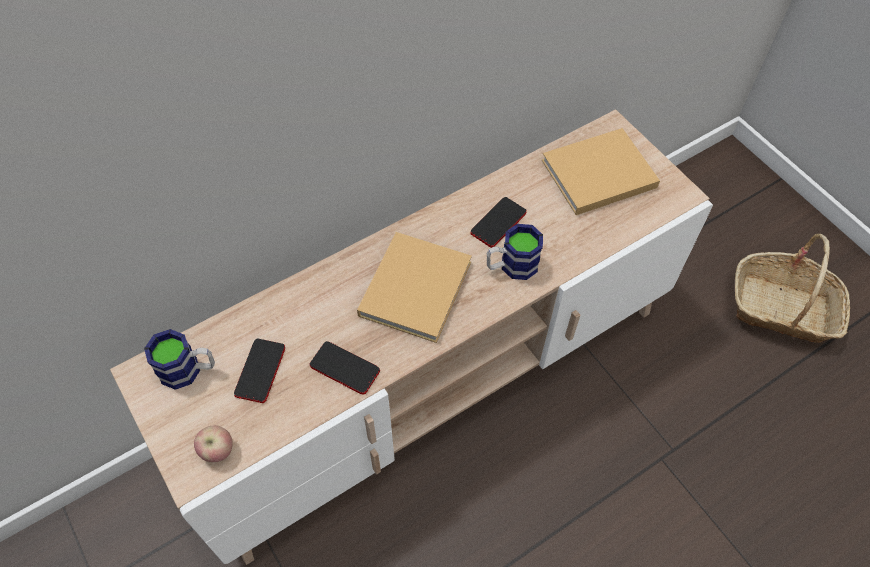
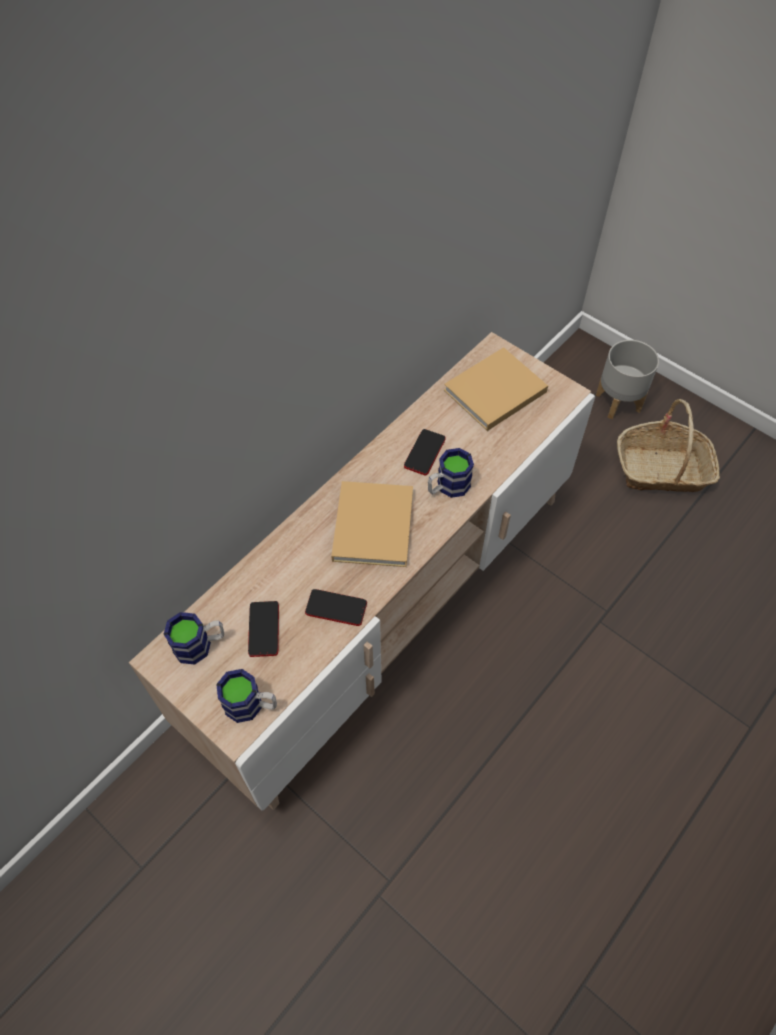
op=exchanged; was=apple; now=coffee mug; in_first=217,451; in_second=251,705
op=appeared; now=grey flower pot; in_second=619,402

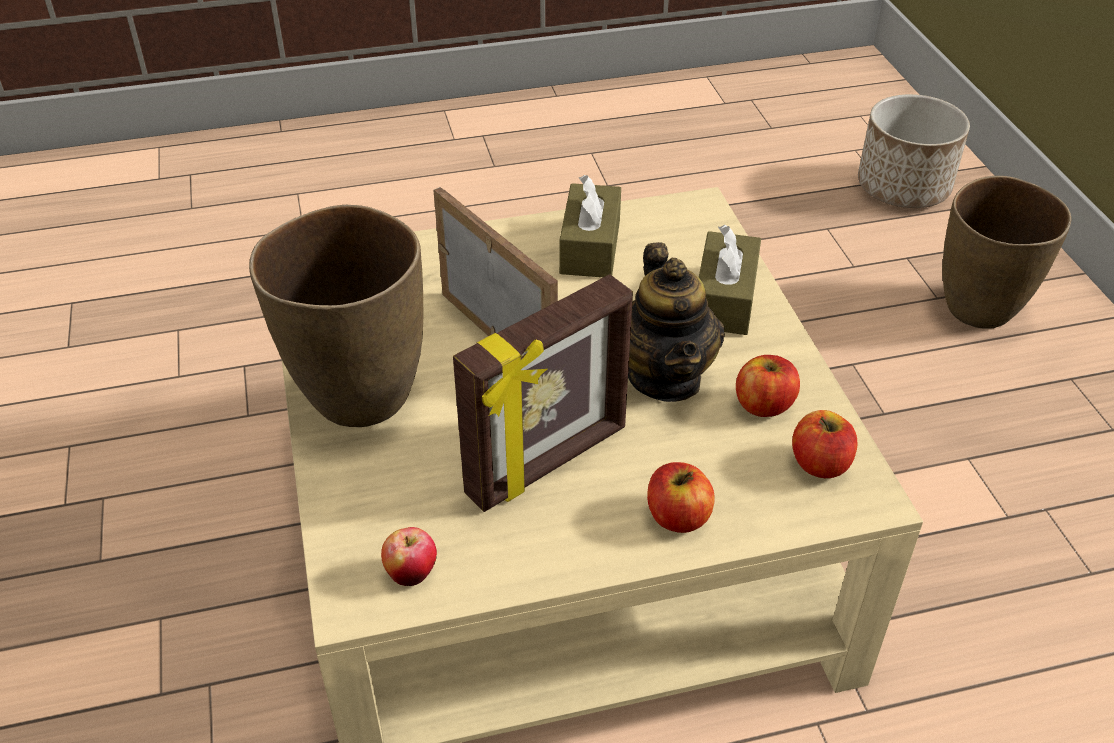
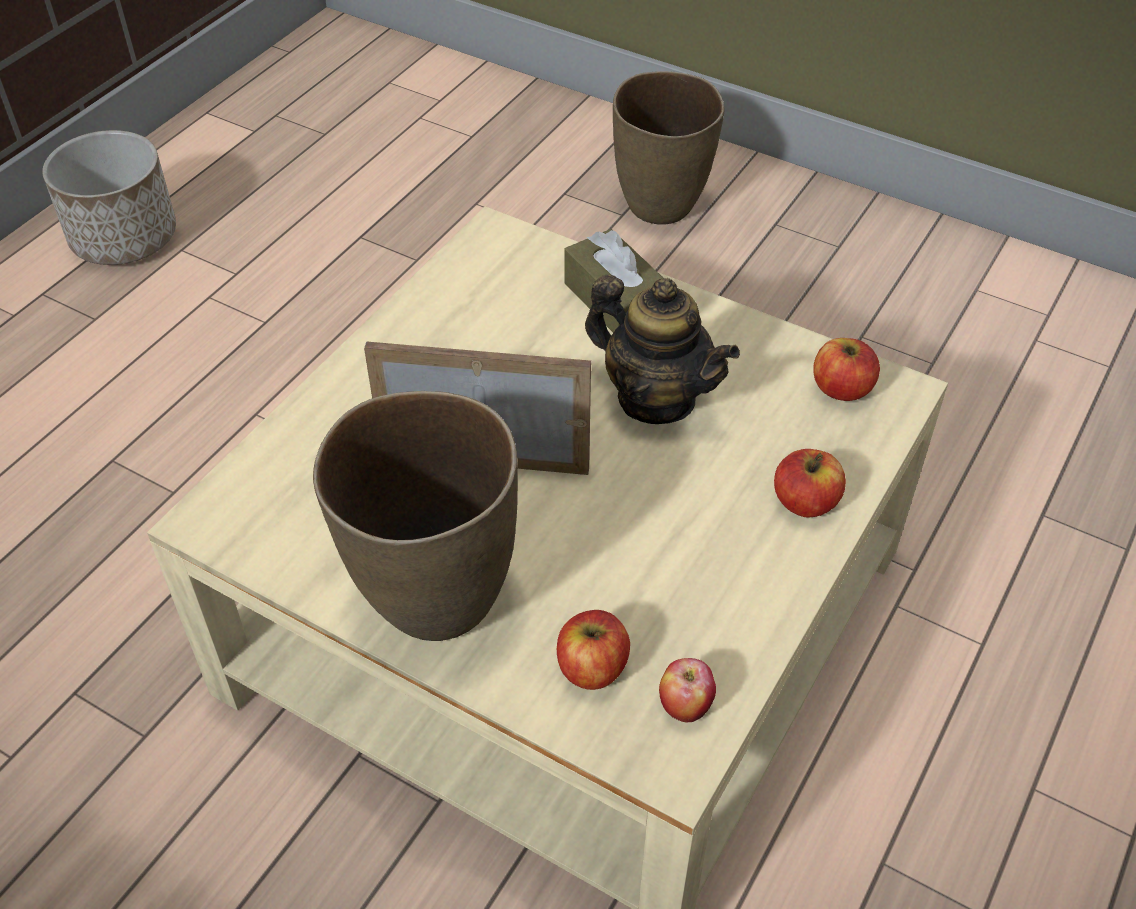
op=missing; was=photo frame; in_first=549,463
op=missing; was=brown-coloured tissue holder; in_first=590,247
op=relocated; was=apple; in_first=763,405; in_second=592,667
op=relocated; was=flower pot; in_first=902,187; in_second=123,237

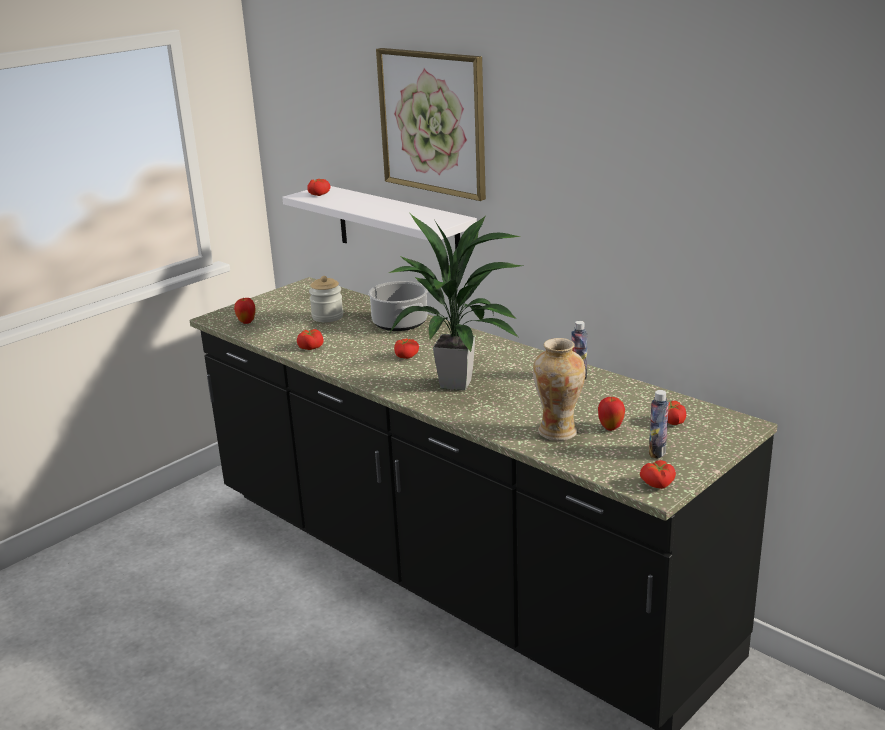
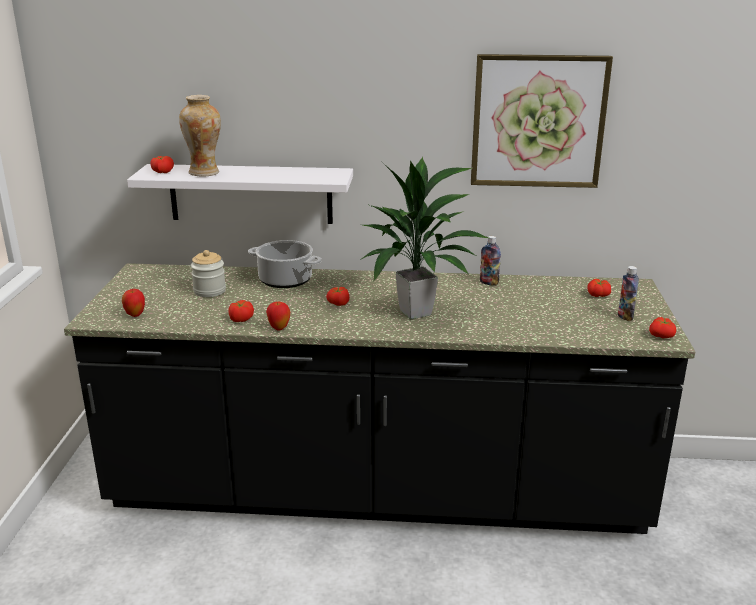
op=relocated; was=wall art; in_first=433,122; in_second=538,121
op=relocated; was=flower vase; in_first=558,432; in_second=204,173
op=relocated; was=apple; in_first=610,428; in_second=279,328

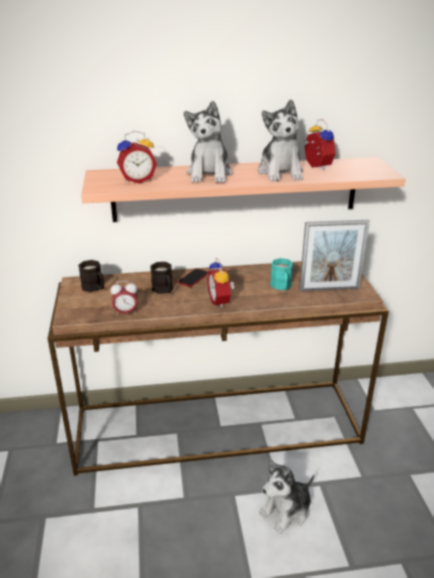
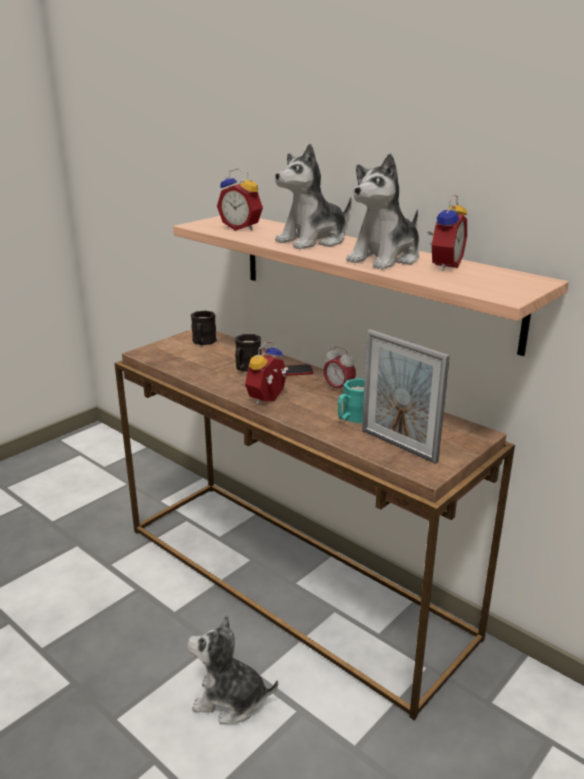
op=relocated; was=bedside clock; in_first=126,313; in_second=338,389

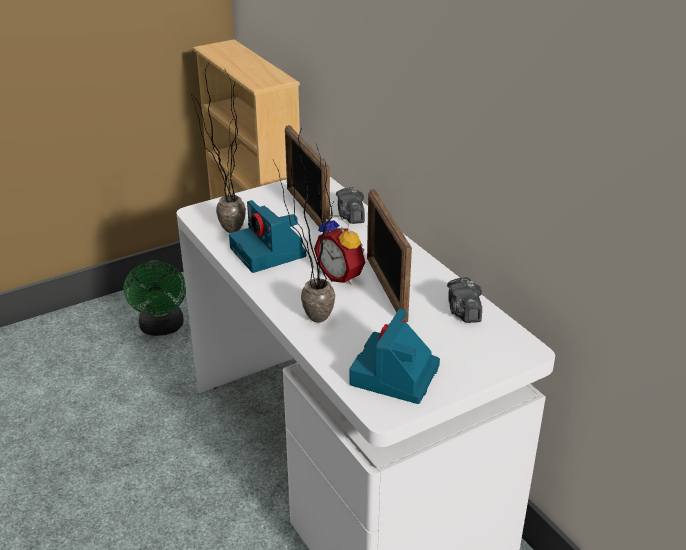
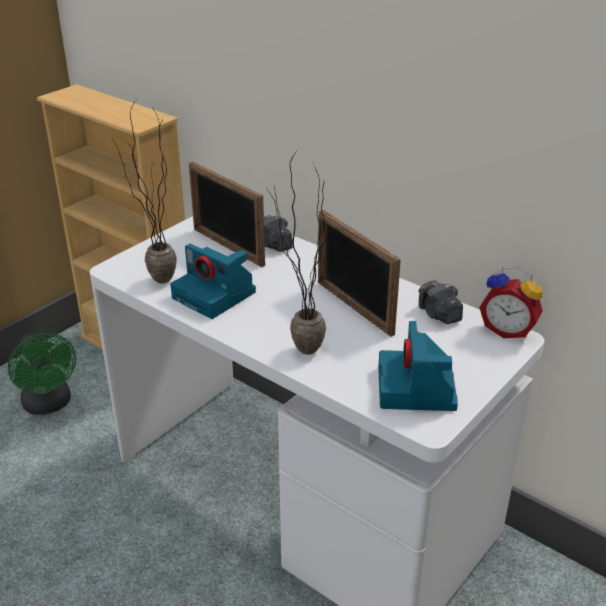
op=relocated; was=bedside clock; in_first=342,275; in_second=508,330

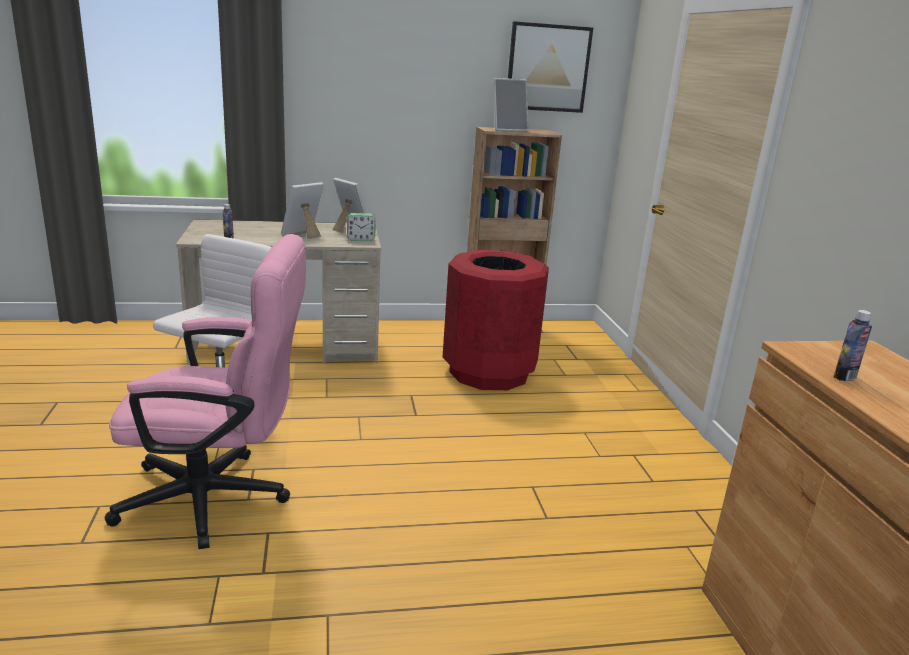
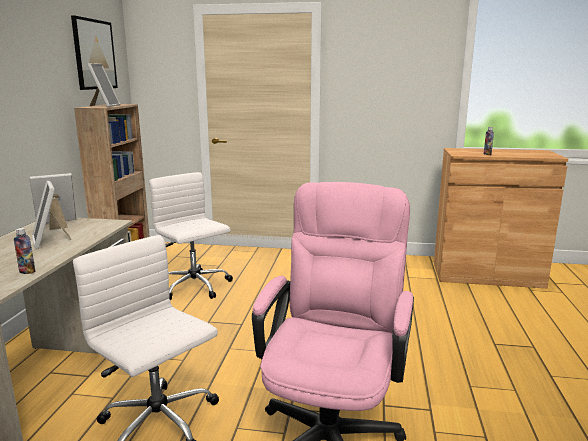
op=missing; was=bedside clock; in_first=360,239
op=exchanged; was=red rubbish bin; now=whitish computer chair; in_first=489,372; in_second=195,287

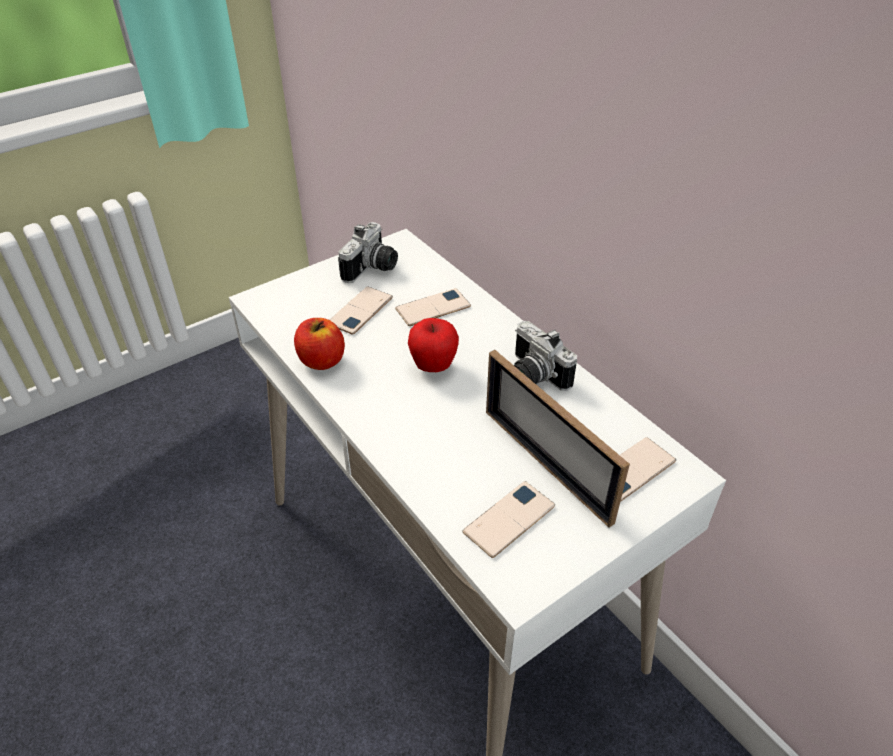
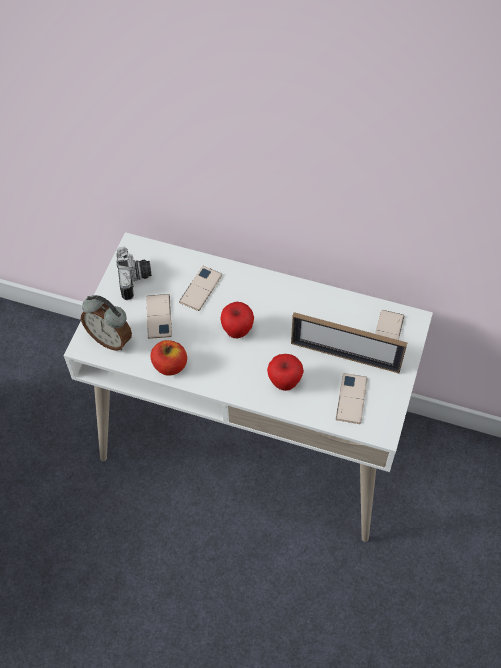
op=missing; was=still camera; in_first=532,376
op=appeared; now=bedside clock; in_second=111,339
op=appeared; now=apple; in_second=284,382

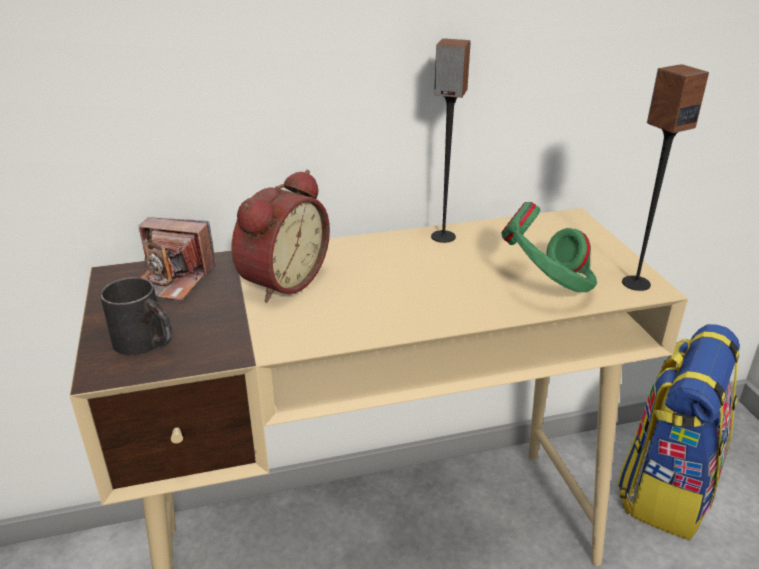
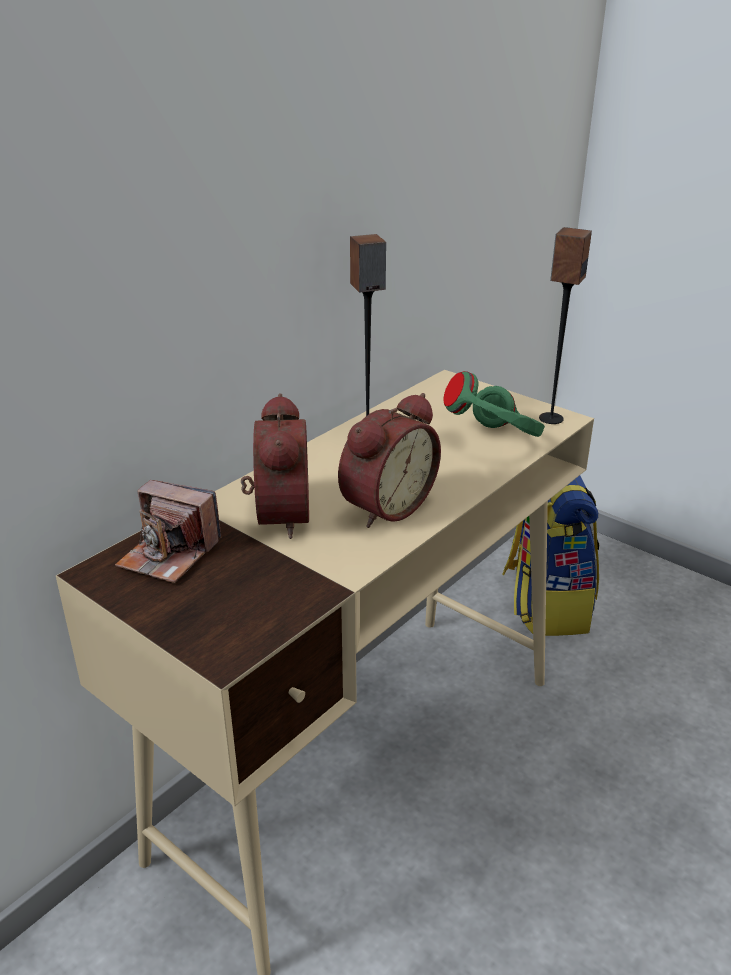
op=missing; was=black-coloured coffee mug; in_first=146,343
op=spun; was=still camera; in_first=172,280; in_second=169,554; clockwise=45
op=appeared; now=bedside clock; in_second=384,506

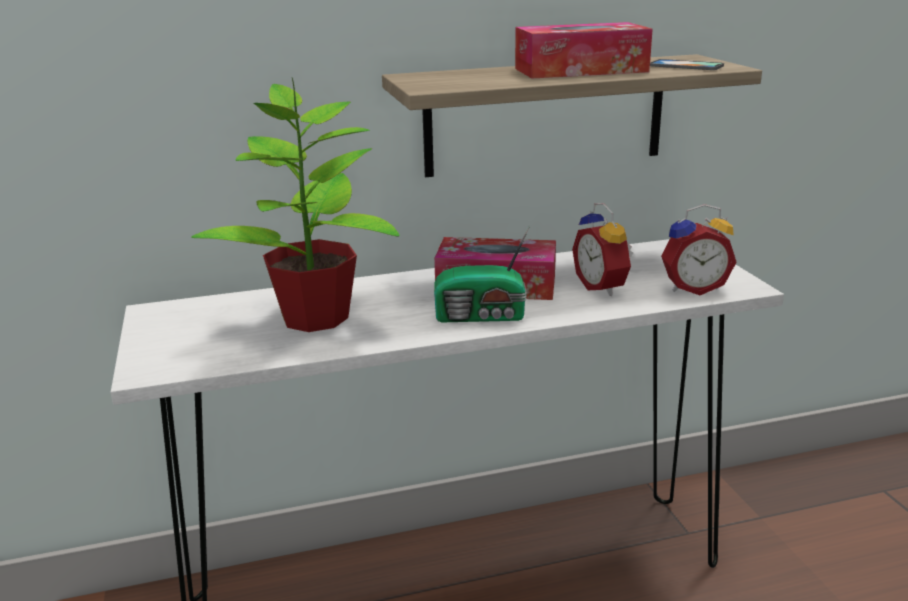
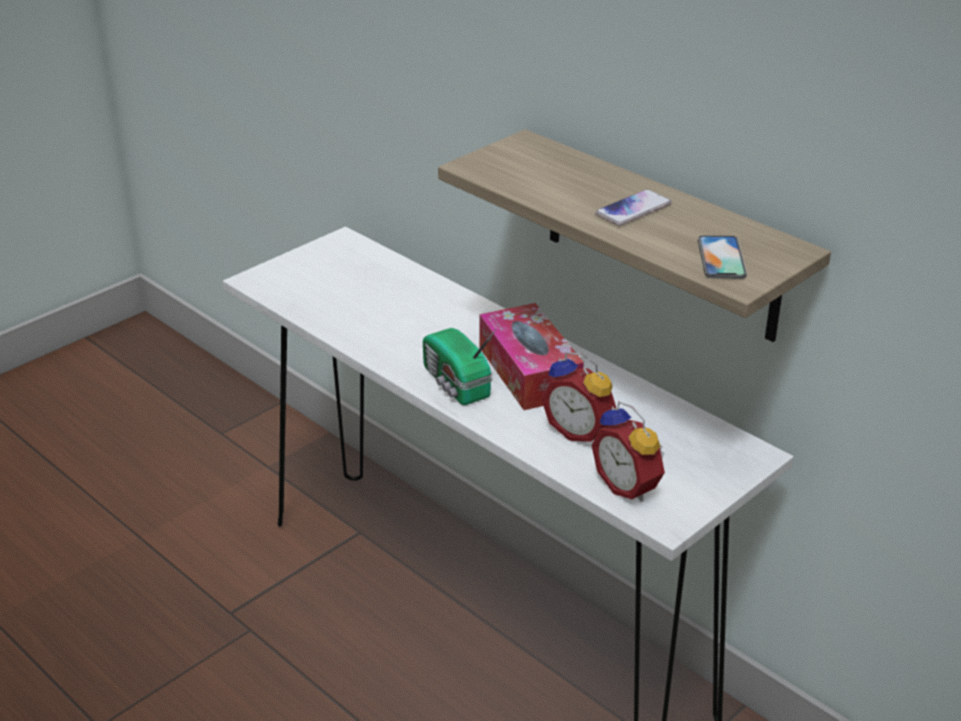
op=missing; was=houseplant; in_first=314,318
op=exchanged; was=tissue holder; now=phone; in_first=580,70; in_second=633,209
op=spun; was=bedside clock; in_first=603,287; in_second=580,431; clockwise=-90

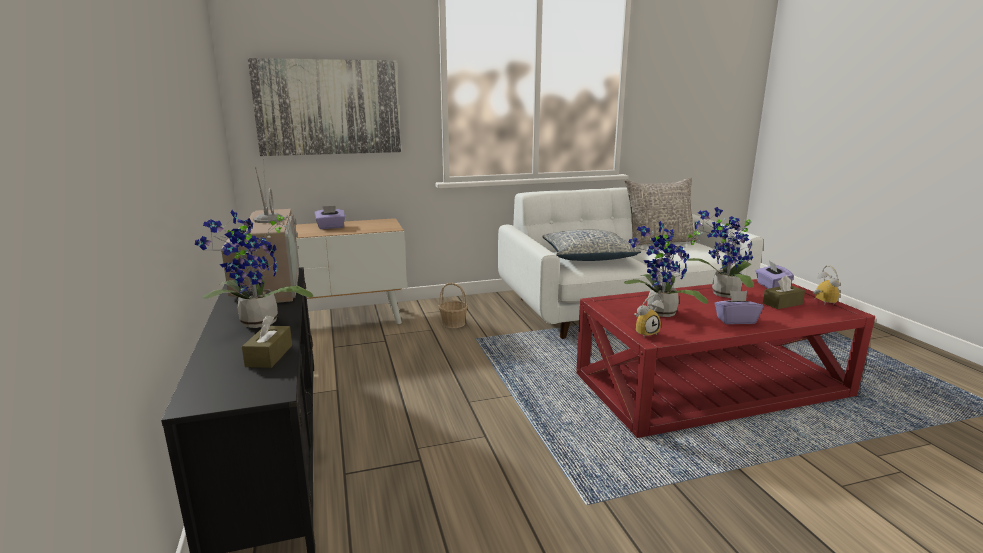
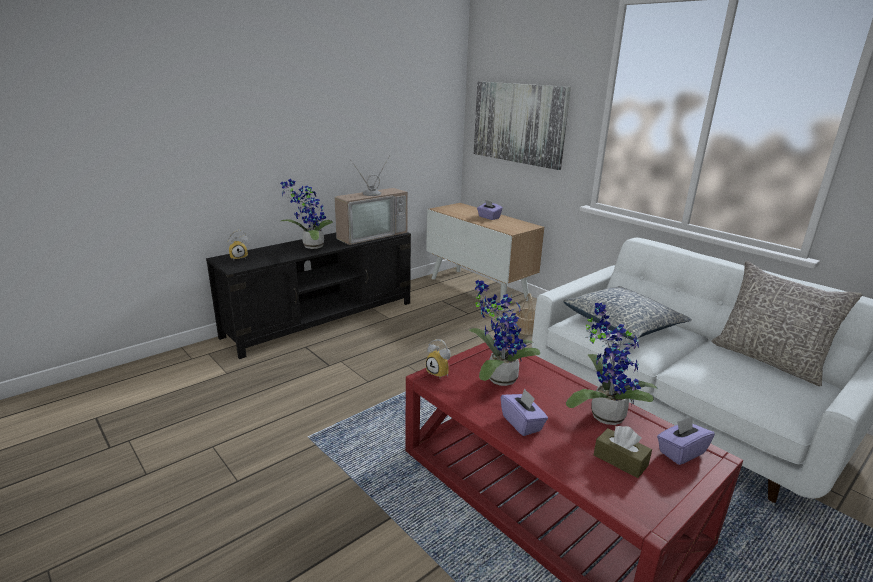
op=missing; was=brown-coloured tissue holder; in_first=269,356
op=relocated; was=bedside clock; in_first=820,302; in_second=239,257

